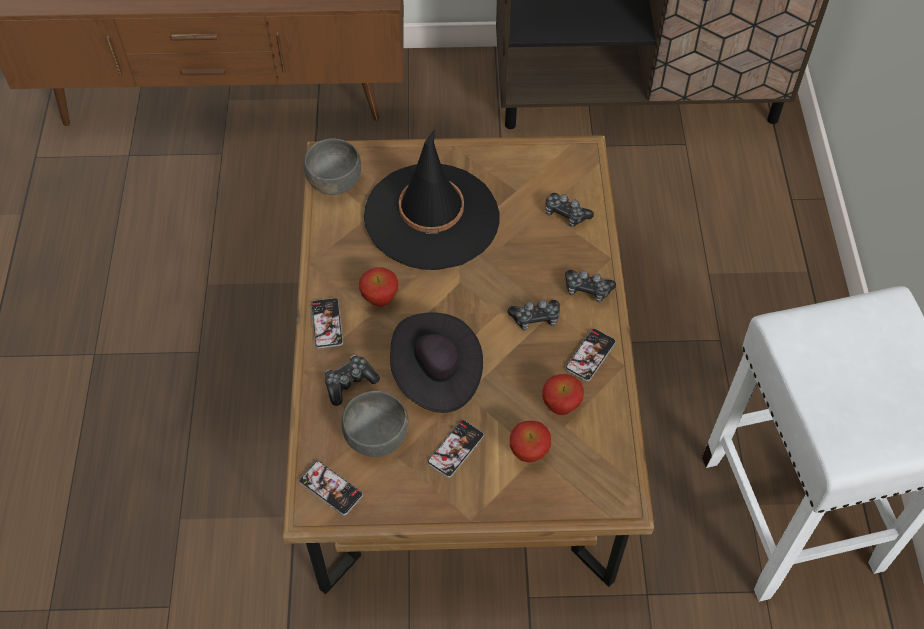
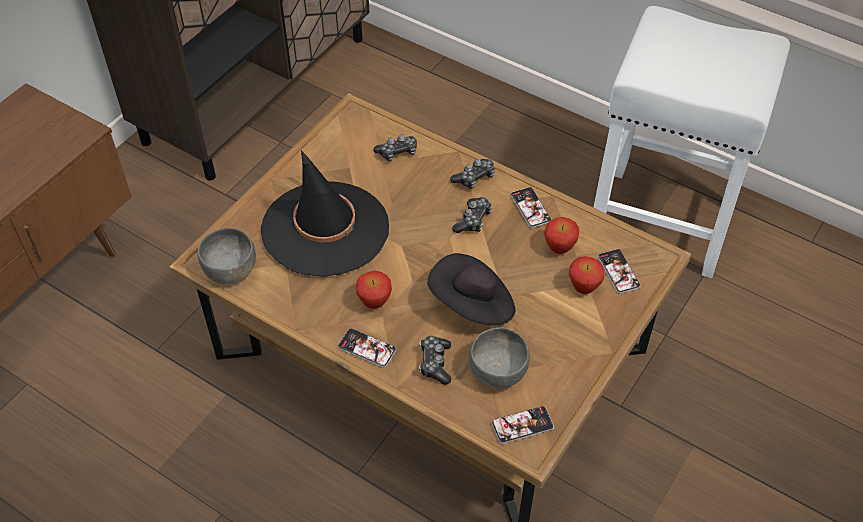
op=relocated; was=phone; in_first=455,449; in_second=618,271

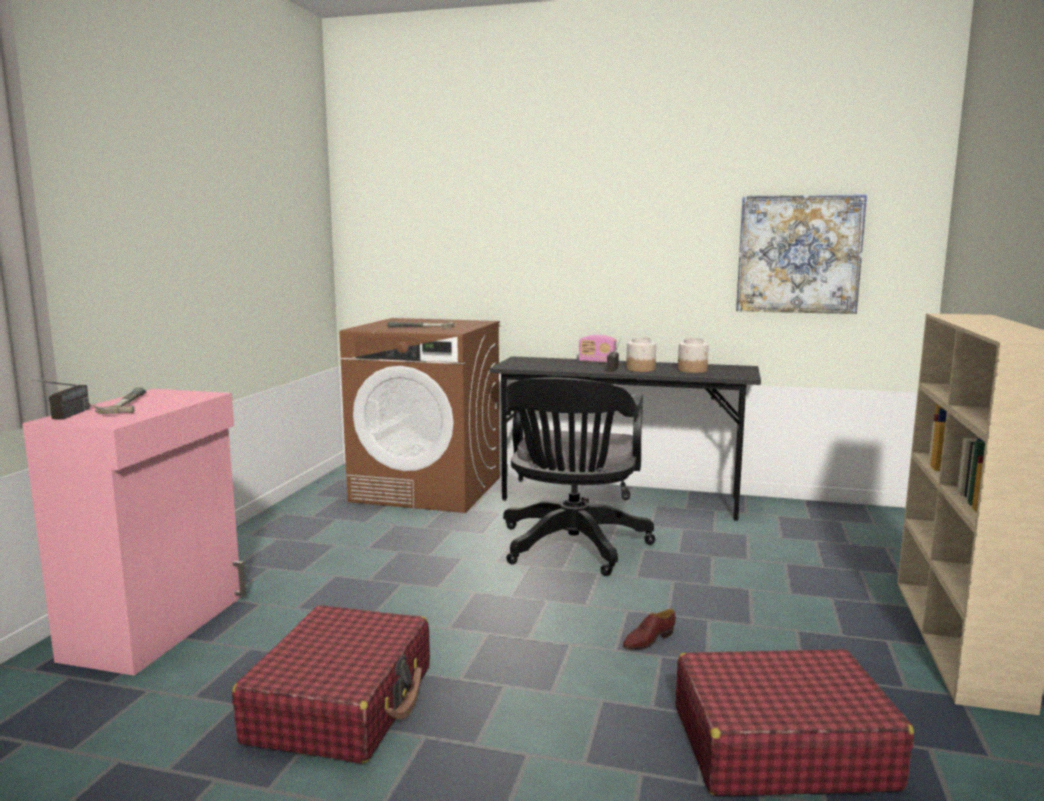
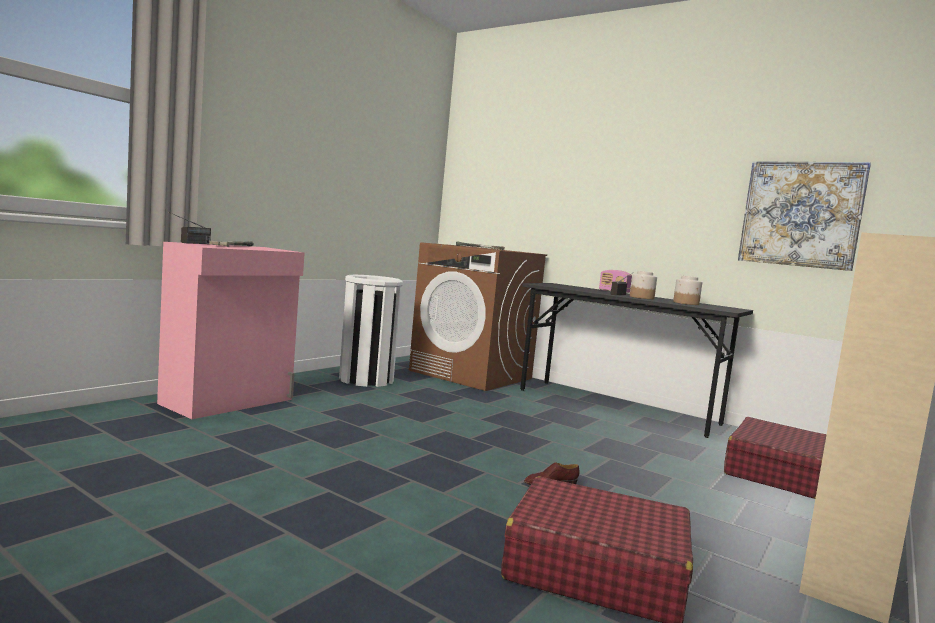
op=relocated; was=red travel case; in_first=342,704; in_second=775,472
op=missing; was=black-coloured computer chair; in_first=572,548
op=appeared; now=whitish rubbish bin; in_second=366,379

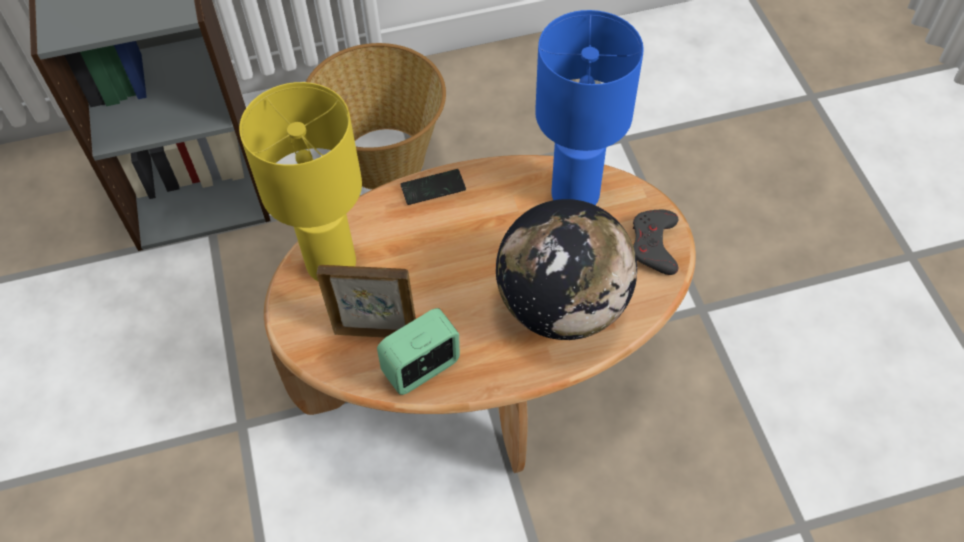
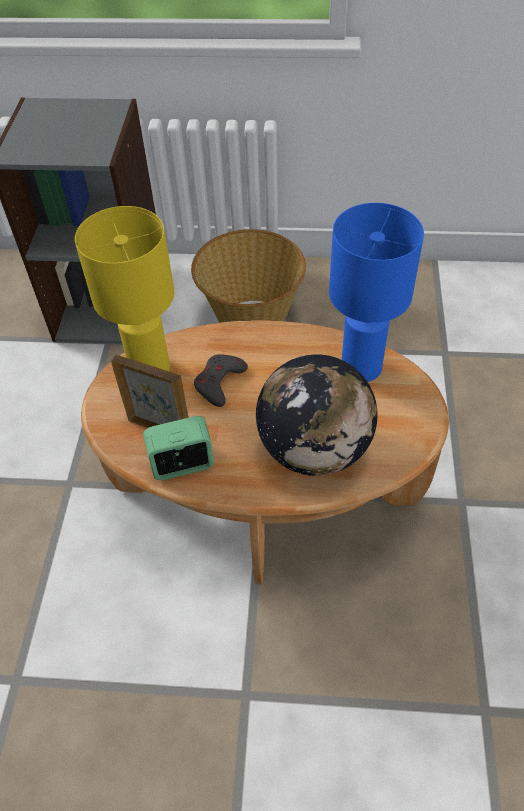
op=missing; was=phone; in_first=433,188
op=relocated; was=grey gamepad; in_first=654,245; in_second=219,382

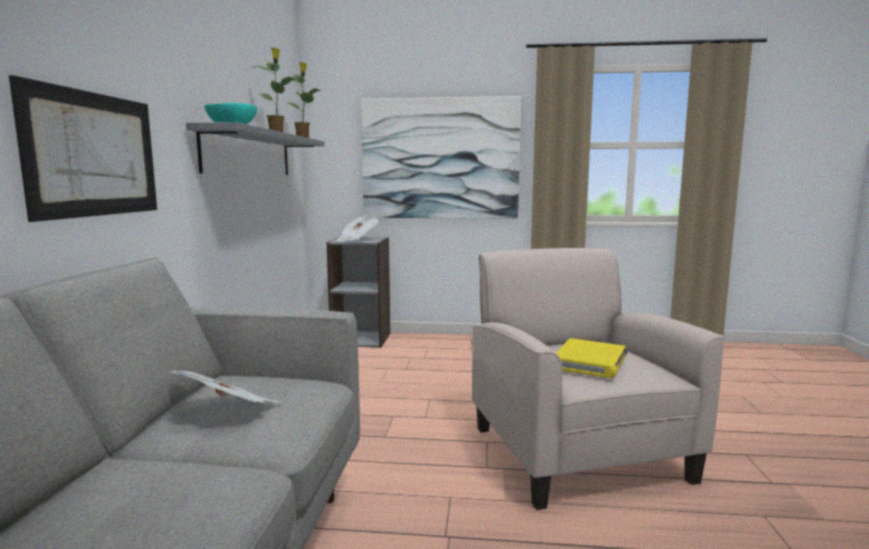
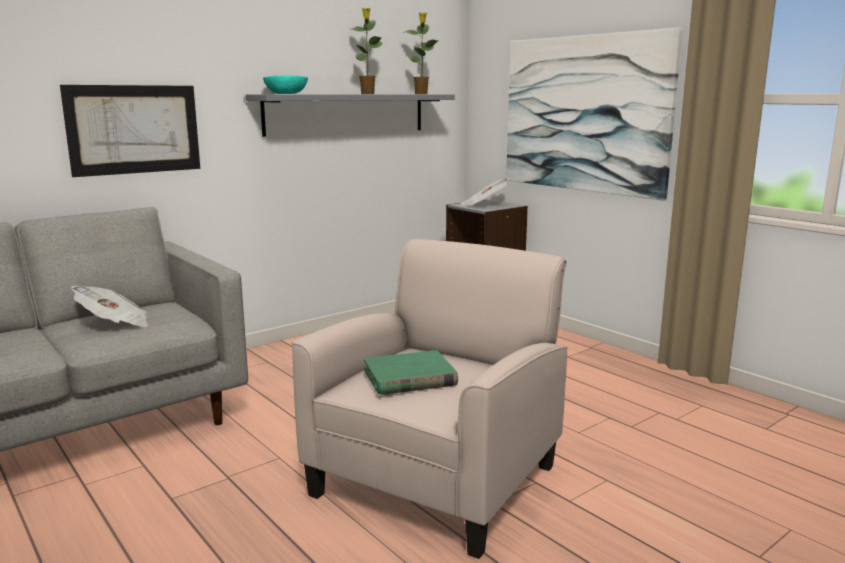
op=colour; was=yellowish volume; now=green-coloured volume; in_first=590,362; in_second=409,377

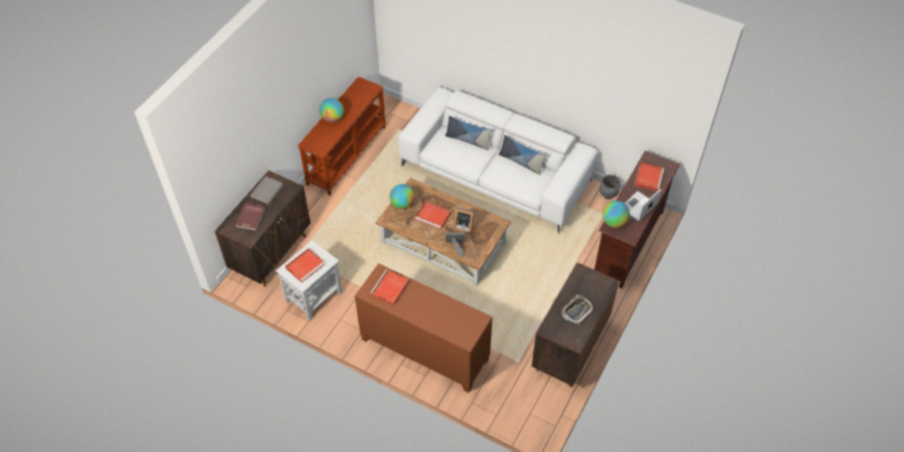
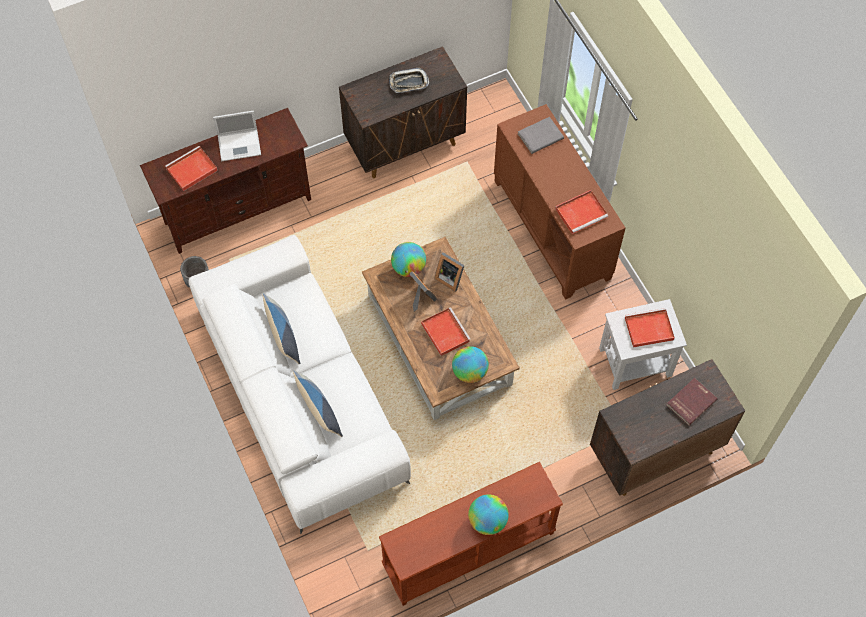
op=relocated; was=grey volume; in_first=267,191; in_second=540,136
op=relocated; was=desk globe; in_first=614,222; in_second=408,268

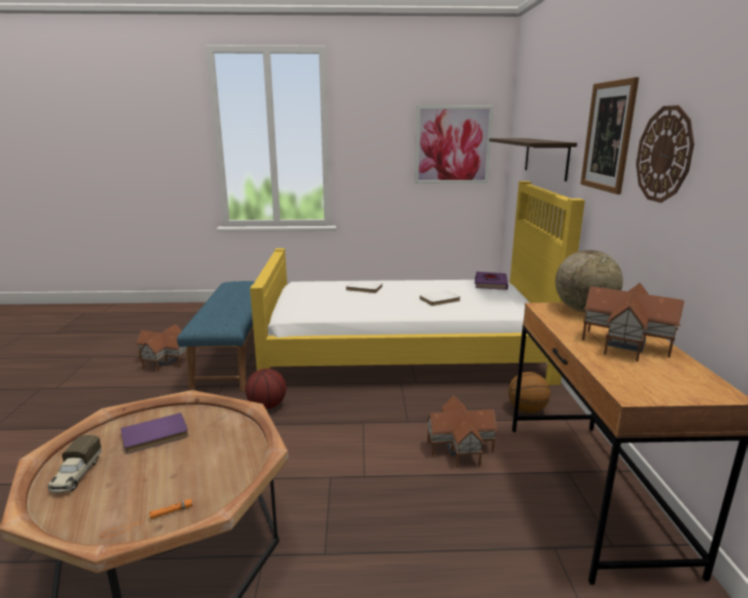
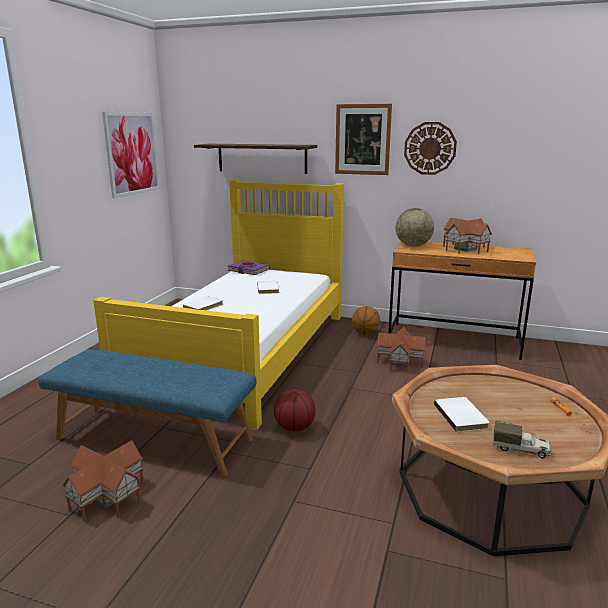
op=colour; was=purplish volume; now=whitish volume; in_first=155,436; in_second=462,416

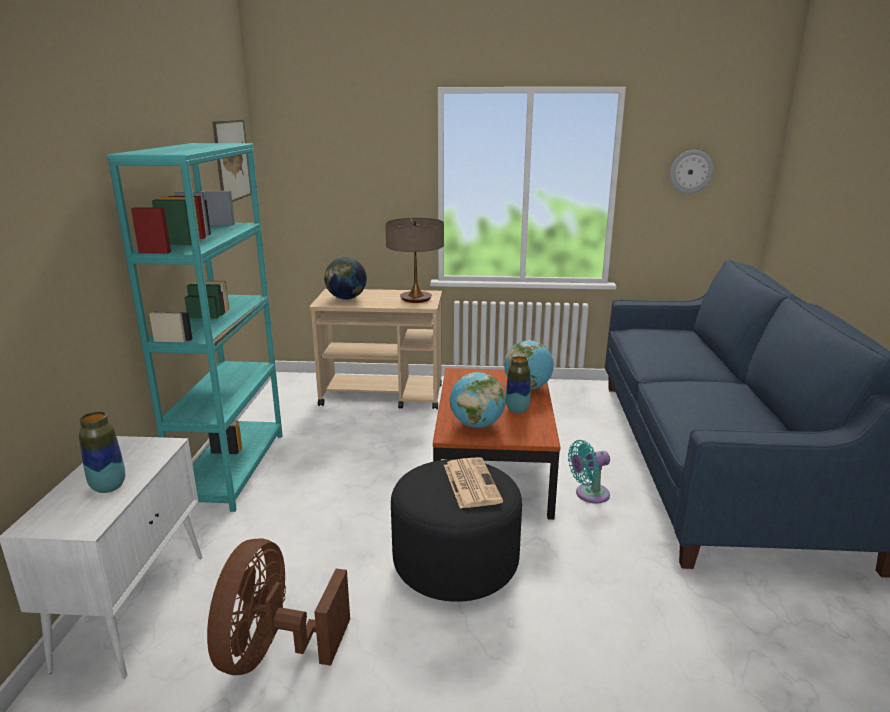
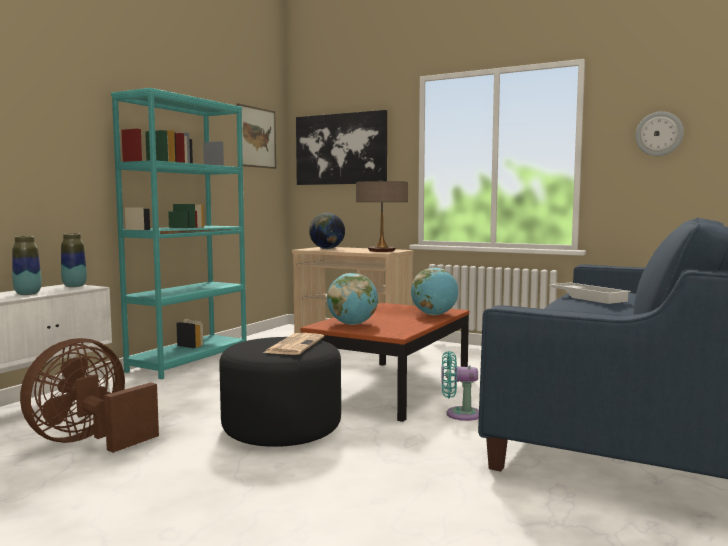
op=relocated; was=flower vase; in_first=517,410; in_second=74,286
op=appeared; now=wall art; in_second=341,149
op=appeared; now=whitish serving tray; in_second=589,297

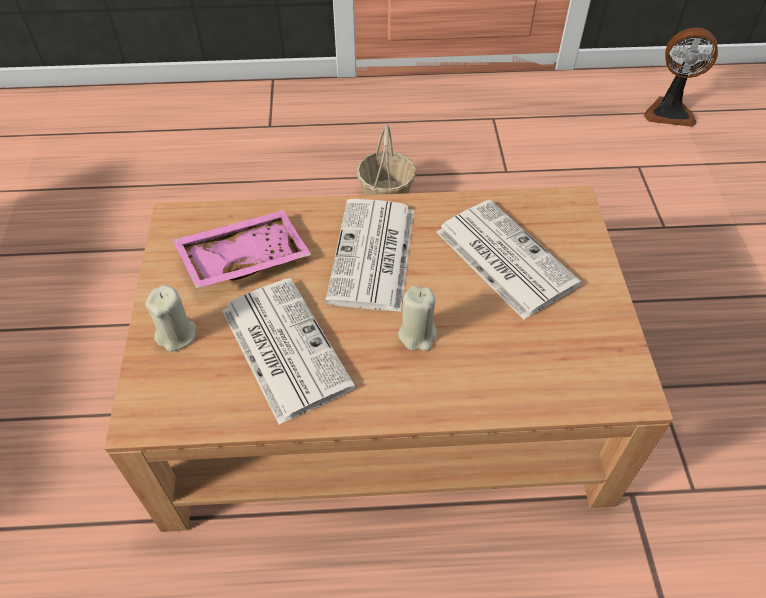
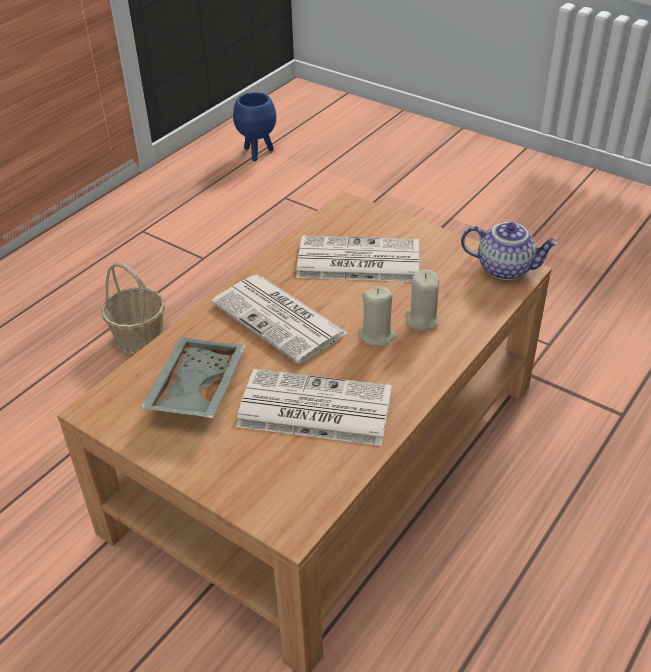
op=relocated; was=beige wax light; in_first=177,334; in_second=422,320
op=colour; was=pink serving tray; now=grey serving tray; in_first=244,257; in_second=195,388
op=exchanged; was=electric fan; now=blue flower pot; in_first=669,111; in_second=257,153
op=appeared; now=teapot; in_second=505,268

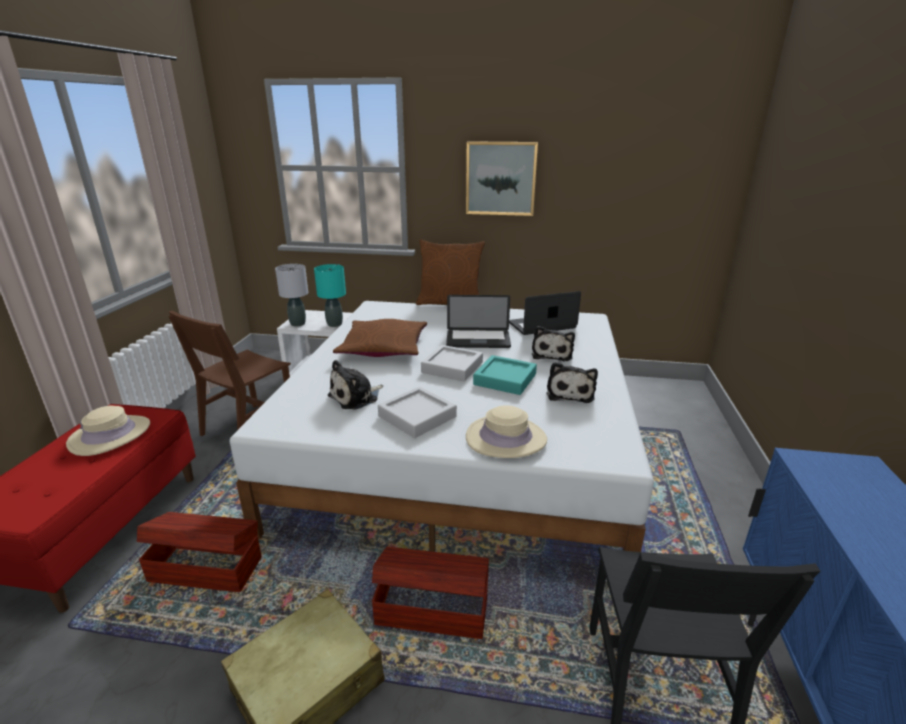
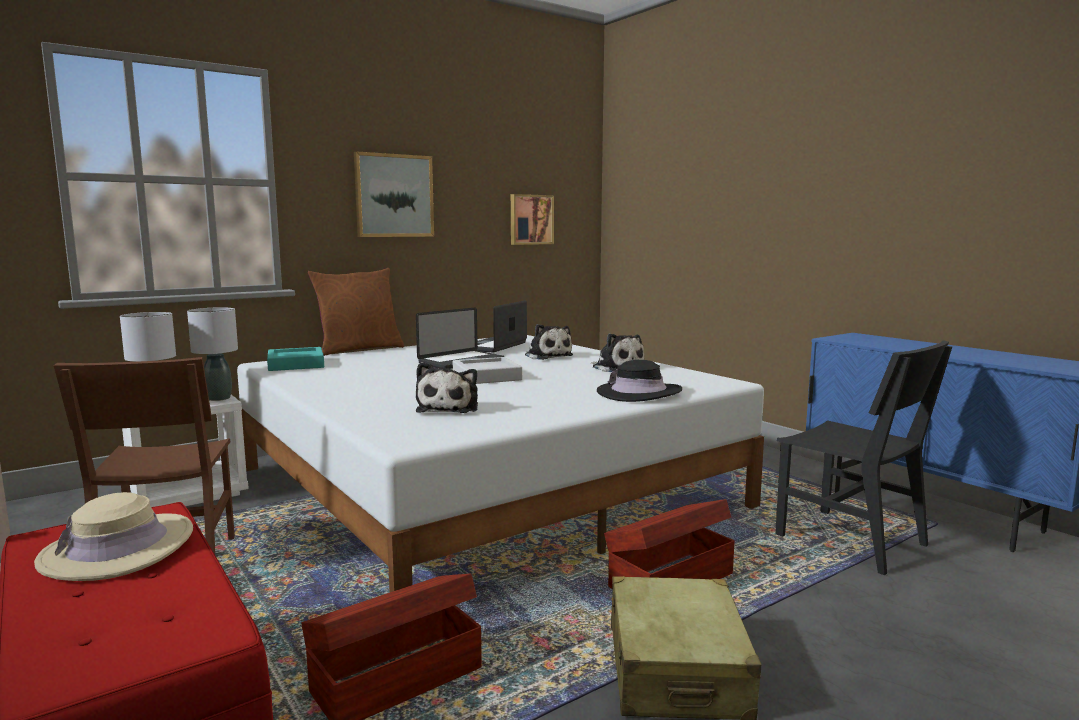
op=colour; was=blue-green lamp for a table; now=grey lamp for a table; in_first=334,324; in_second=219,398
op=missing; was=brown-coloured pillow; in_first=383,348
op=missing; was=grey serving tray; in_first=417,416
op=colour; was=beige hat; now=black-coloured hat; in_first=506,438; in_second=639,393
op=relocated; was=blue-green serving tray; in_first=505,379; in_second=296,364
op=appeared; now=wall art; in_second=530,219

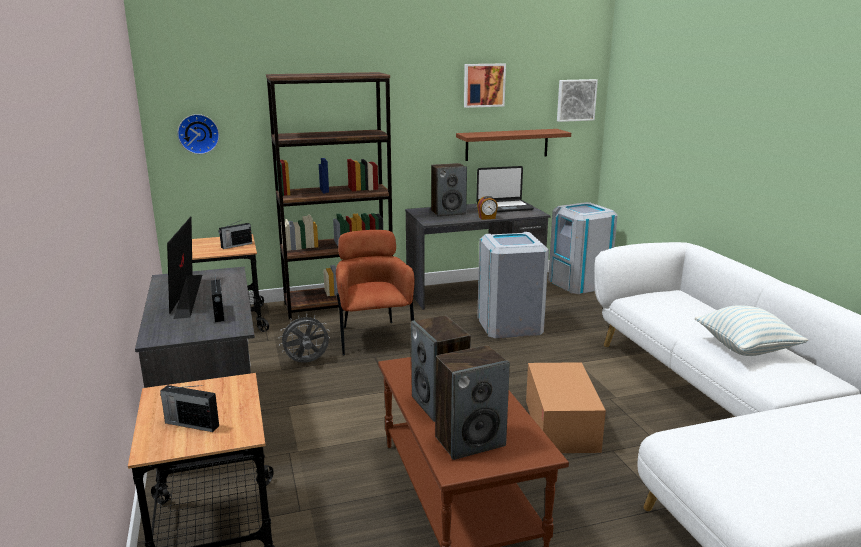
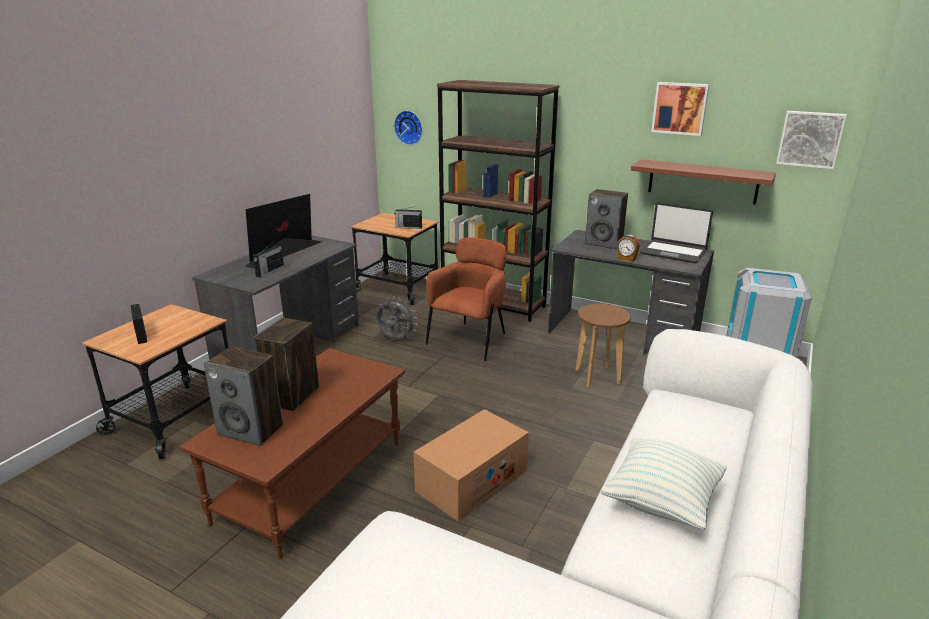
op=exchanged; was=grey rubbish bin; now=brown-coloured stool; in_first=509,325; in_second=597,377

